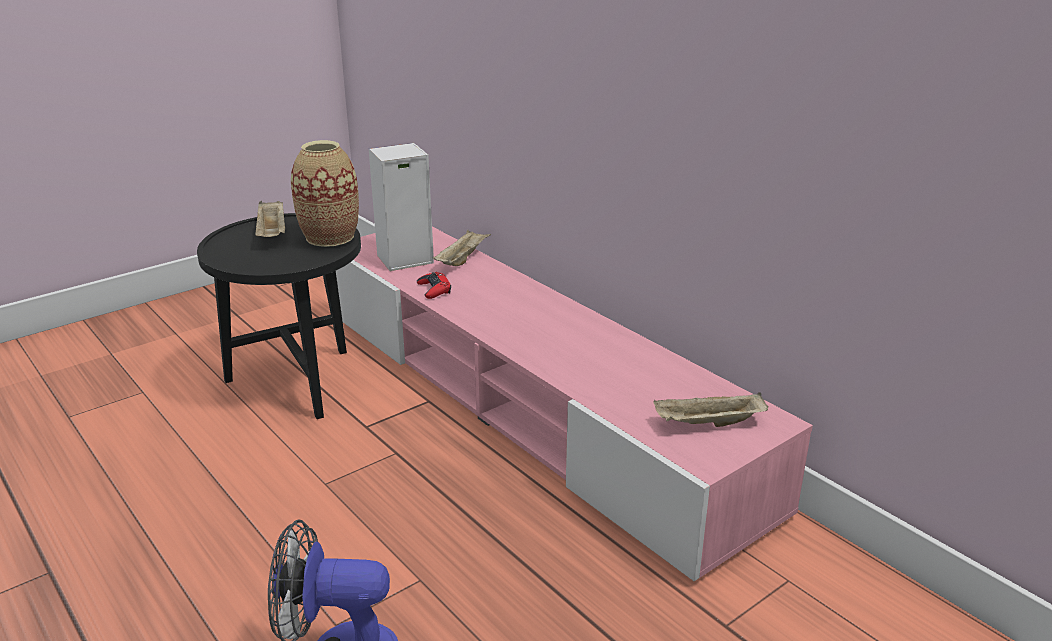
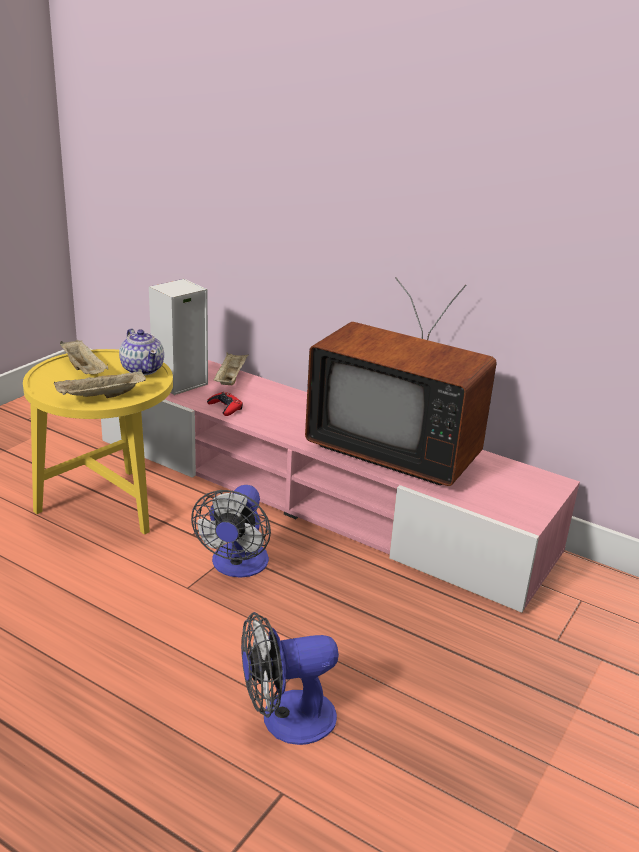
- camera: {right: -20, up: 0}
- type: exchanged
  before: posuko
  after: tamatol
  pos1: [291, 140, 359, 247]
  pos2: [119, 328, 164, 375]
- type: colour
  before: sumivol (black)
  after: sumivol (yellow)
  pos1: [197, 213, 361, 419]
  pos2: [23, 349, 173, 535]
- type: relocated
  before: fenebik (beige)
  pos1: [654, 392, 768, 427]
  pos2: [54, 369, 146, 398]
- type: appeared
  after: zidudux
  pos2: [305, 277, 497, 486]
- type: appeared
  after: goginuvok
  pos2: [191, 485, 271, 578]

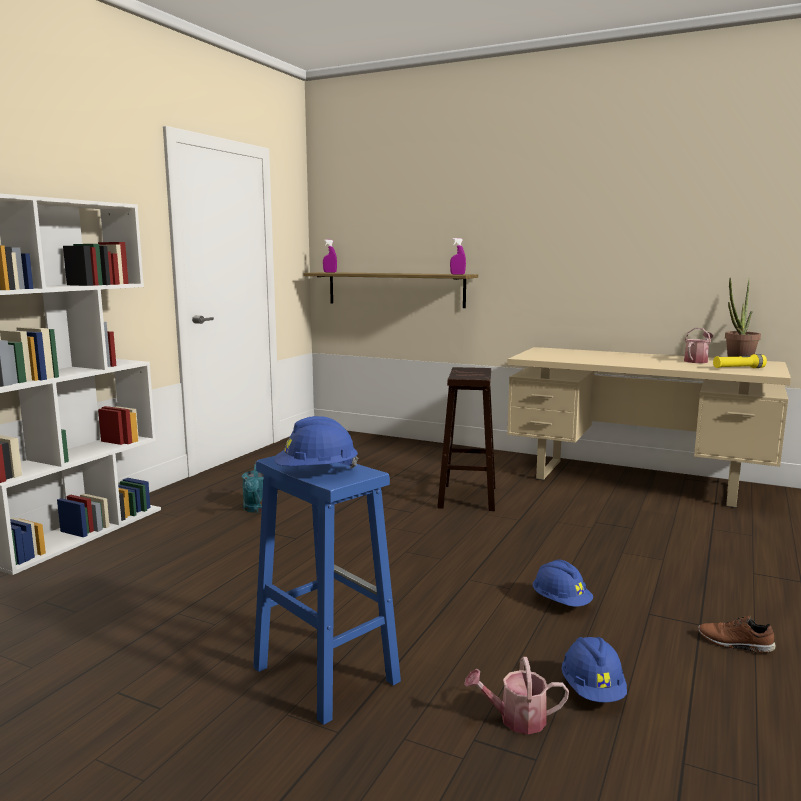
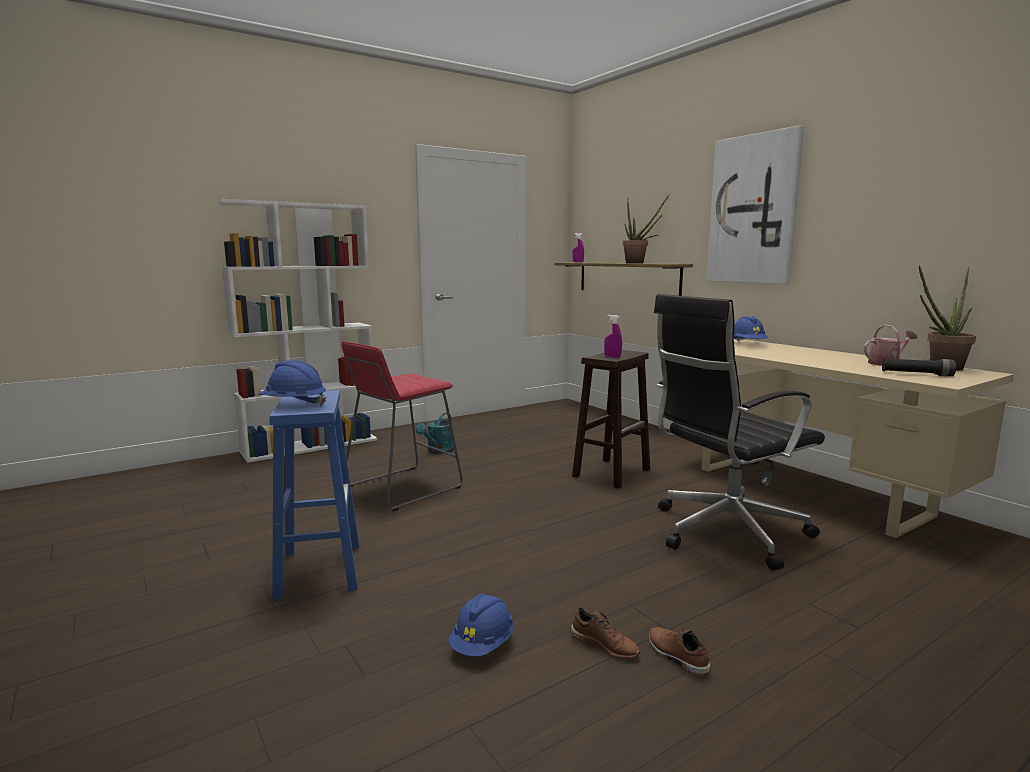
- camera: {right: 30, up: 0}
- type: relocated
  before: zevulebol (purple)
  pos1: [450, 238, 466, 275]
  pos2: [604, 315, 622, 358]
- type: colour
  before: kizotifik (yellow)
  after: kizotifik (black)
  pos1: [713, 354, 767, 368]
  pos2: [882, 358, 956, 376]
- type: relocated
  before: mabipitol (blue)
  pos1: [533, 560, 593, 607]
  pos2: [734, 316, 768, 341]
- type: missing
  before: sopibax
  pos1: [464, 657, 569, 735]
- type: appeared
  after: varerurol
  pos2: [706, 125, 804, 284]
- type: appeared
  after: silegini
  pos2: [623, 194, 670, 263]
- type: appeared
  after: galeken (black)
  pos2: [654, 294, 825, 571]
- type: appeared
  after: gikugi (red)
  pos2: [341, 341, 463, 511]
- type: appeared
  after: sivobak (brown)
  pos2: [570, 607, 640, 659]

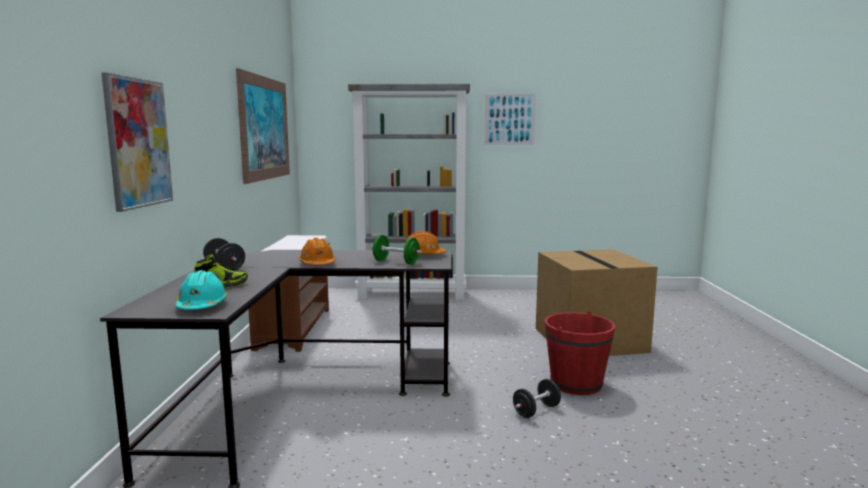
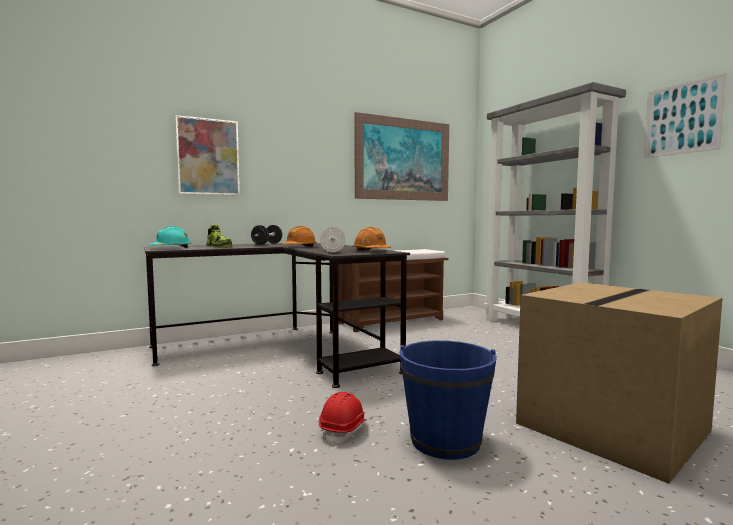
- camera: {right: 60, up: -5}
- type: colour
  before: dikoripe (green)
  after: dikoripe (white)
  pos1: [371, 235, 422, 265]
  pos2: [320, 226, 346, 252]
- type: colour
  before: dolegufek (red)
  after: dolegufek (blue)
  pos1: [545, 311, 615, 395]
  pos2: [399, 341, 497, 460]
- type: exchanged
  before: dikoripe (black)
  after: mabipitol (red)
  pos1: [513, 379, 561, 418]
  pos2: [318, 392, 366, 445]

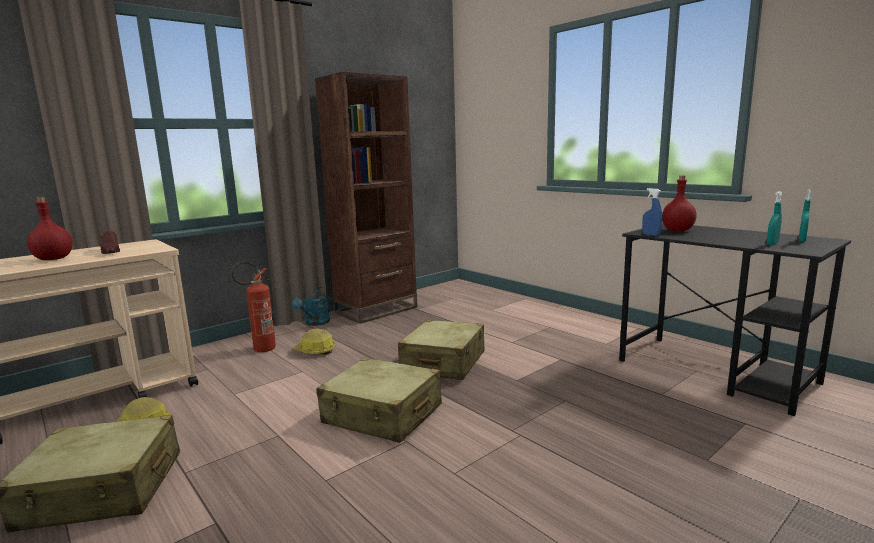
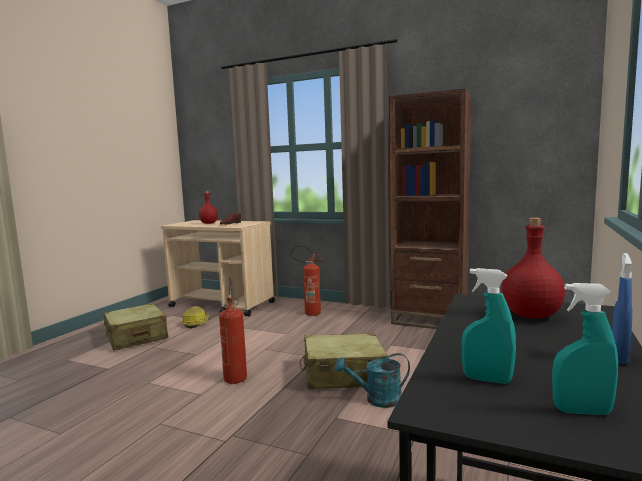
- camera: {right: 65, up: -5}
- type: relocated
  before: zevulebol (blue)
  pos1: [642, 188, 662, 236]
  pos2: [612, 253, 632, 364]
- type: relocated
  before: sopibax (turquoise)
  pos1: [292, 287, 330, 326]
  pos2: [335, 353, 410, 408]
- type: missing
  before: mabipitol
  pos1: [292, 329, 335, 355]
- type: exchanged
  before: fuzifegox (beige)
  after: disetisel
  pos1: [316, 357, 442, 443]
  pos2: [219, 277, 247, 384]

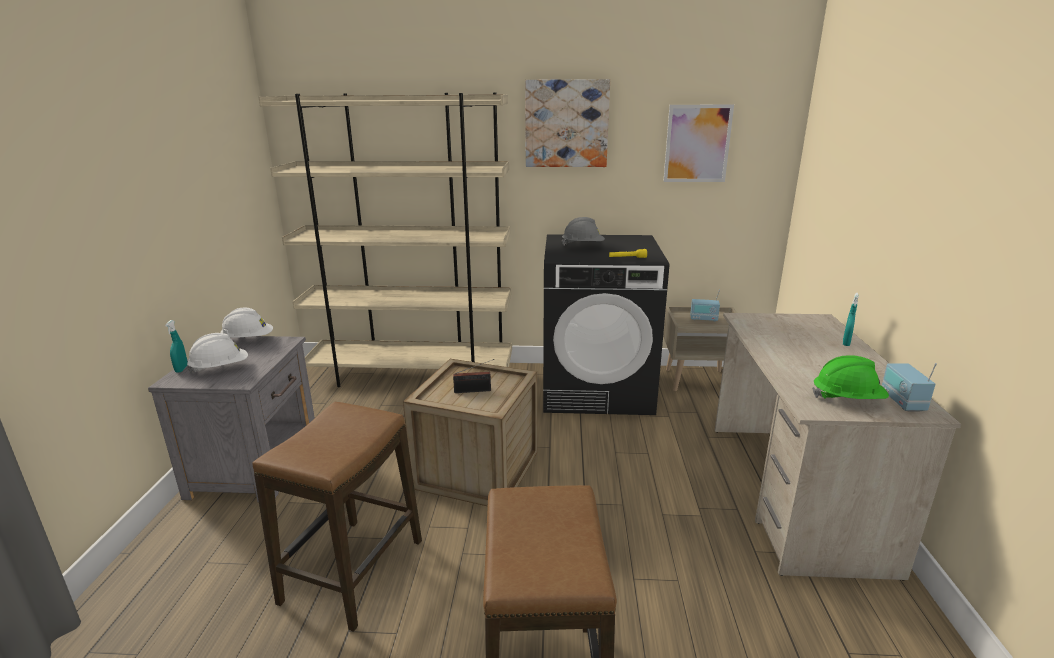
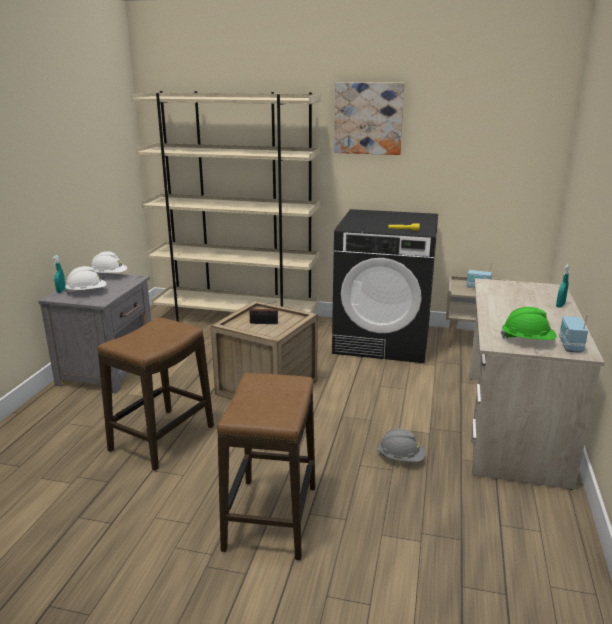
- camera: {right: 10, up: 0}
- type: missing
  before: varerurol
  pos1: [663, 104, 734, 182]
- type: relocated
  before: mabipitol (grey)
  pos1: [561, 217, 605, 246]
  pos2: [377, 428, 425, 462]

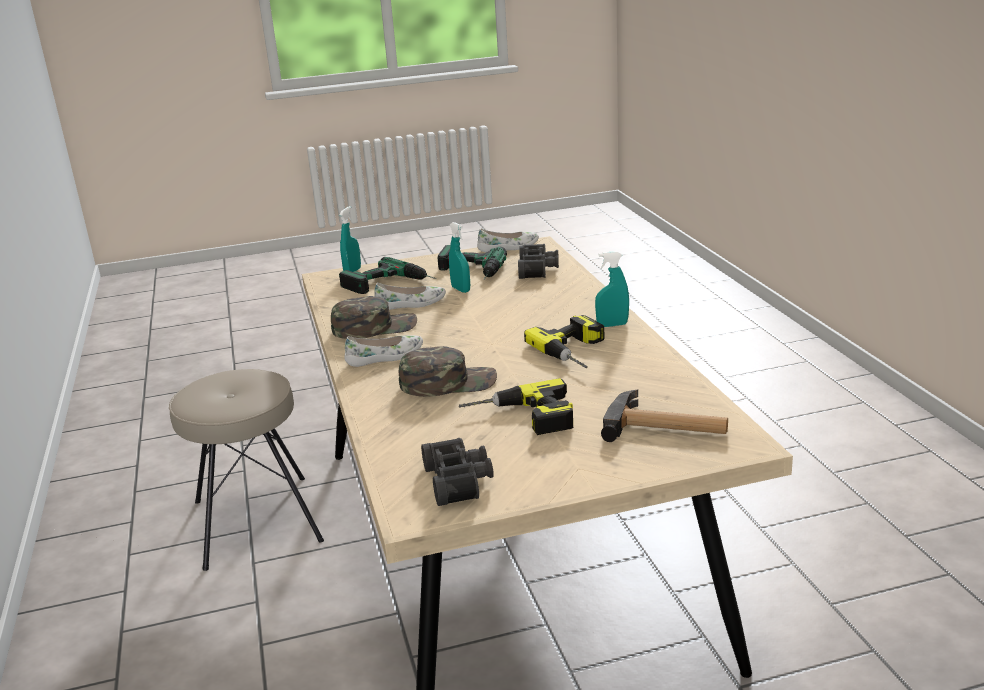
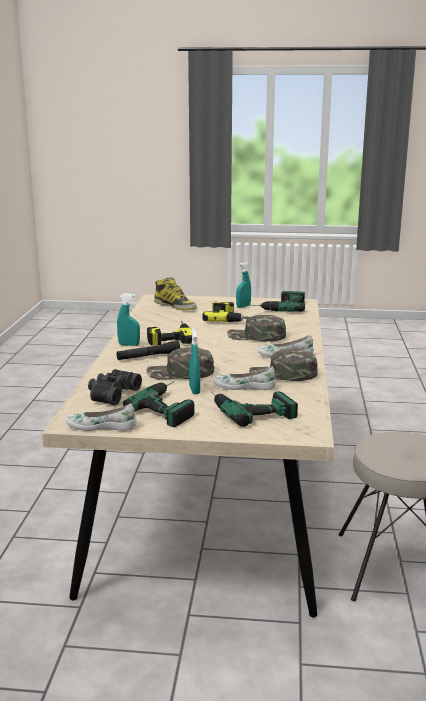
- camera: {right: -160, up: -5}
- type: relocated
  before: zevulebol (turquoise)
  pos1: [339, 206, 361, 272]
  pos2: [236, 262, 251, 308]
- type: exchanged
  before: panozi
  after: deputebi
  pos1: [601, 390, 728, 442]
  pos2: [154, 277, 197, 310]
- type: exchanged
  before: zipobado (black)
  after: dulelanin
  pos1: [421, 438, 494, 506]
  pos2: [251, 291, 305, 312]
- type: appeared
  after: kizotifik (black)
  pos2: [117, 341, 180, 360]
- type: appeared
  after: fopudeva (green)
  pos2: [147, 347, 214, 380]

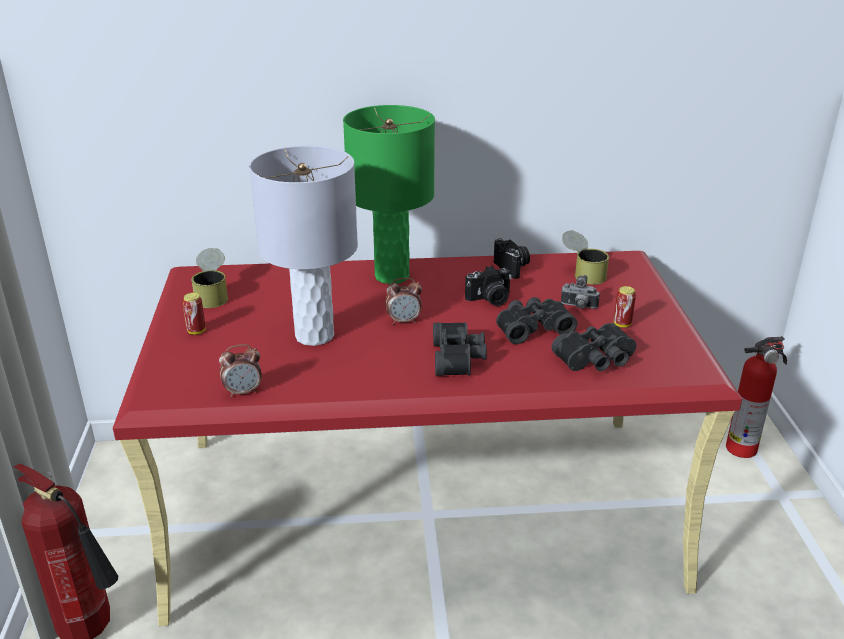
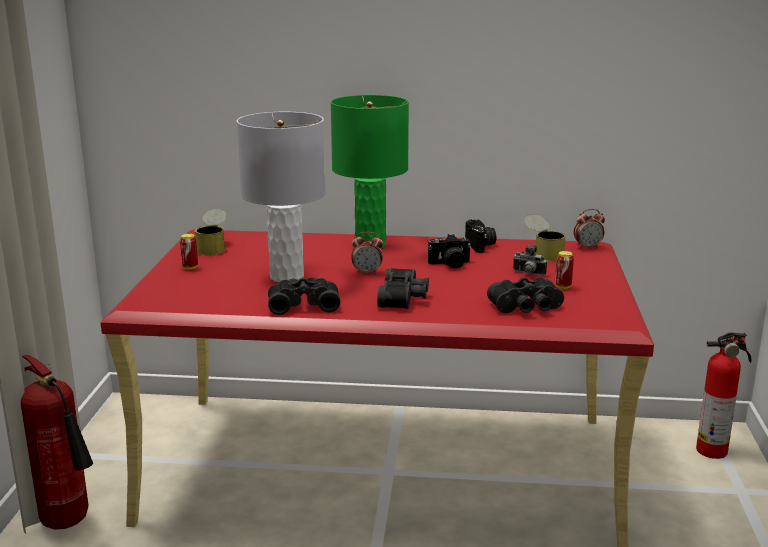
- camera: {right: 10, up: -10}
- type: relocated
  before: zipobado (black)
  pos1: [496, 297, 578, 344]
  pos2: [268, 278, 340, 315]
- type: relocated
  before: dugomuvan
  pos1: [219, 344, 262, 397]
  pos2: [574, 209, 605, 249]

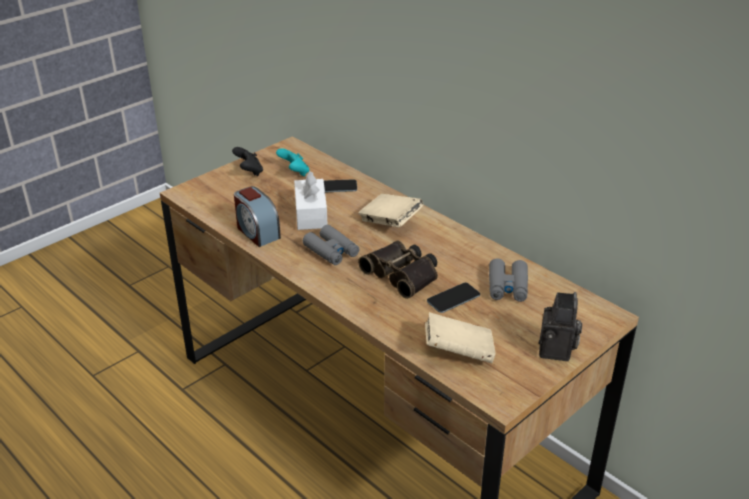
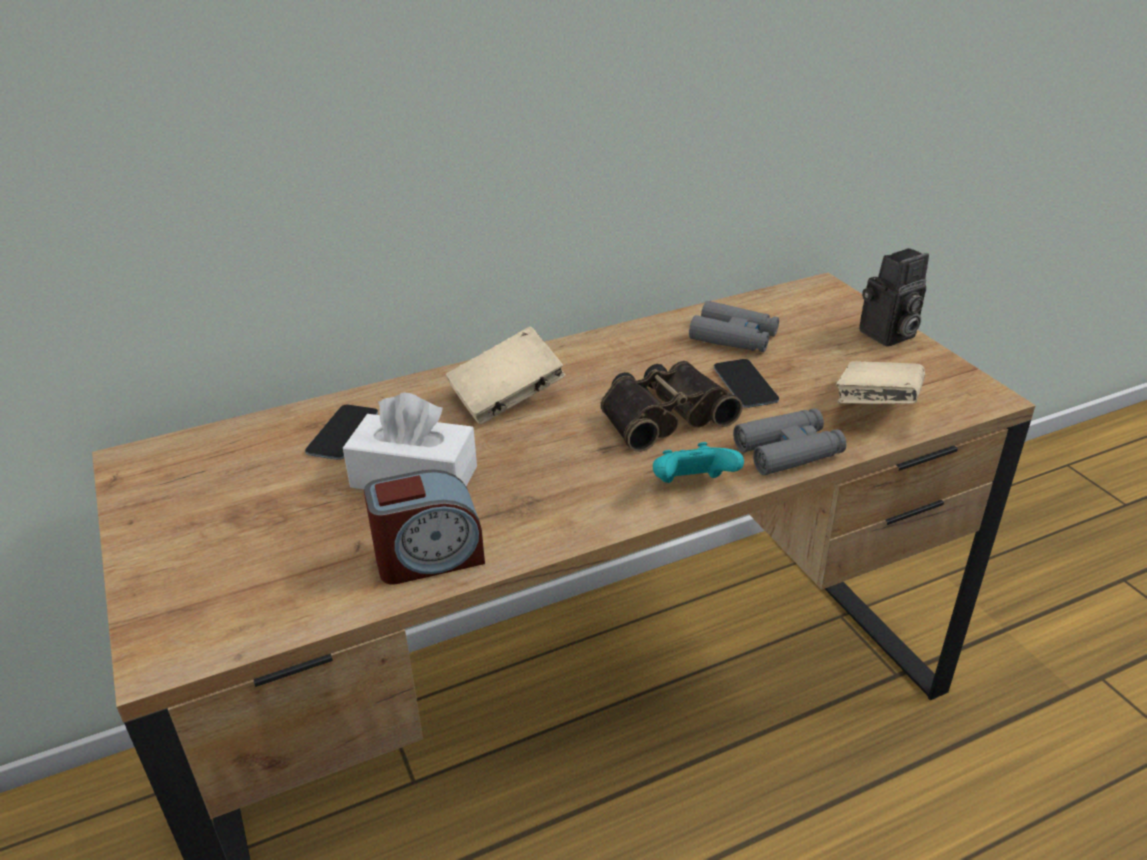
- camera: {right: -70, up: 0}
- type: missing
  before: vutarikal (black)
  pos1: [232, 147, 263, 176]
- type: relocated
  before: vutarikal (turquoise)
  pos1: [276, 148, 310, 176]
  pos2: [653, 442, 744, 483]
- type: relocated
  before: zipobado (grey)
  pos1: [303, 225, 359, 265]
  pos2: [733, 408, 847, 475]
- type: spun
  before: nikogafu
  pos1: [539, 292, 582, 361]
  pos2: [859, 248, 929, 347]
  turn: 120

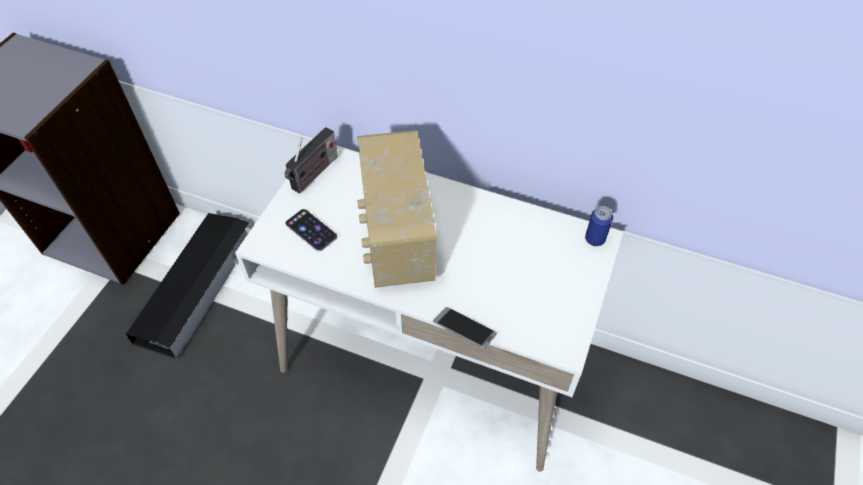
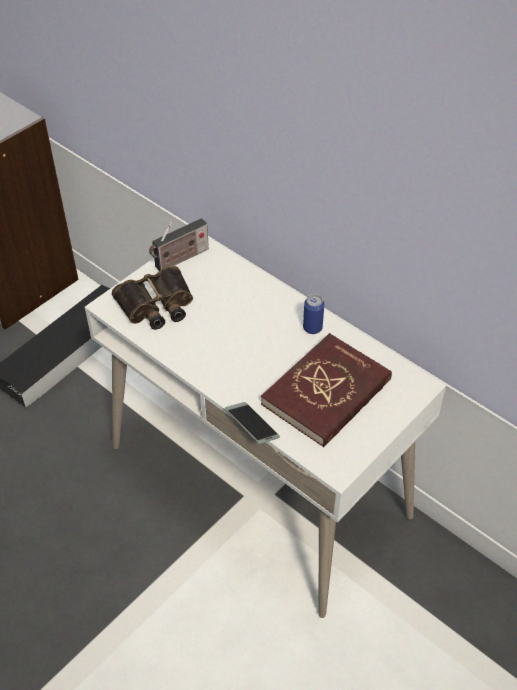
- camera: {right: 20, up: -5}
- type: missing
  before: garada
  pos1: [357, 130, 436, 288]
- type: relocated
  before: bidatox
  pos1: [585, 206, 613, 246]
  pos2: [303, 294, 324, 334]
- type: exchanged
  before: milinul
  after: zipobado
  pos1: [285, 209, 337, 252]
  pos2: [112, 266, 193, 330]
- type: appeared
  after: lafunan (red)
  pos2: [261, 333, 392, 447]

